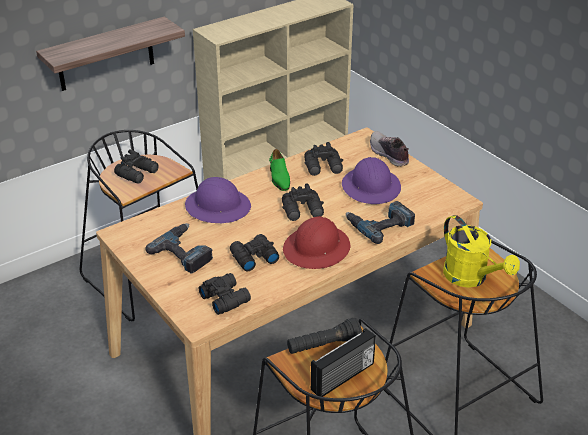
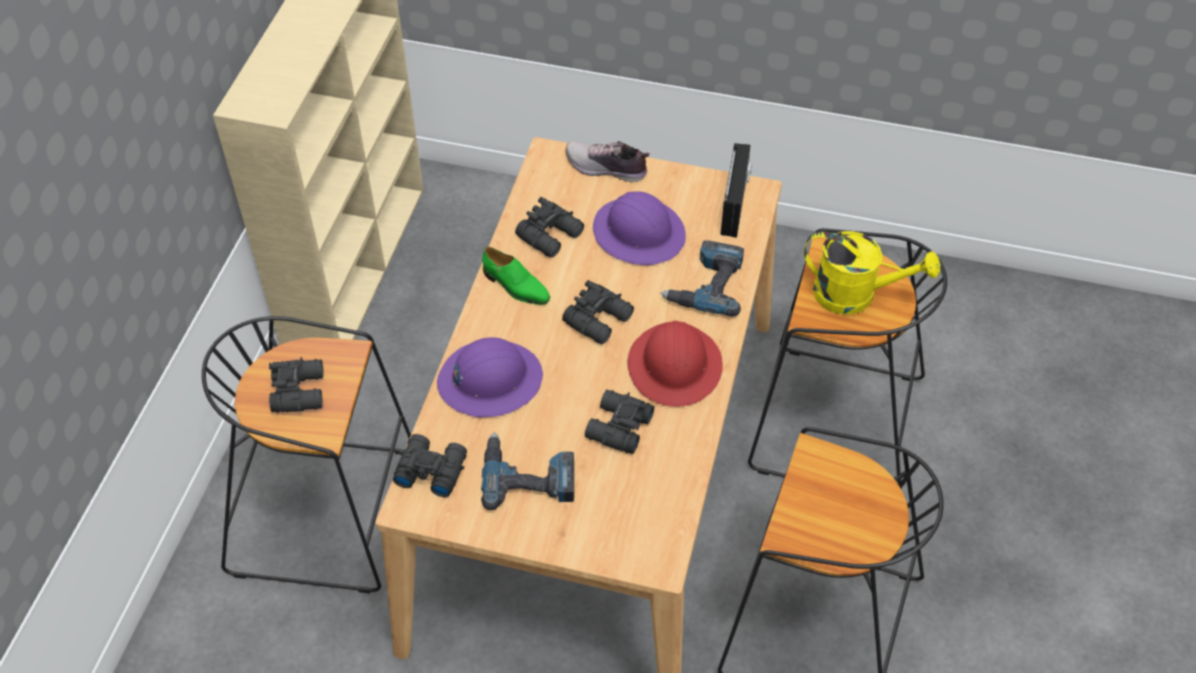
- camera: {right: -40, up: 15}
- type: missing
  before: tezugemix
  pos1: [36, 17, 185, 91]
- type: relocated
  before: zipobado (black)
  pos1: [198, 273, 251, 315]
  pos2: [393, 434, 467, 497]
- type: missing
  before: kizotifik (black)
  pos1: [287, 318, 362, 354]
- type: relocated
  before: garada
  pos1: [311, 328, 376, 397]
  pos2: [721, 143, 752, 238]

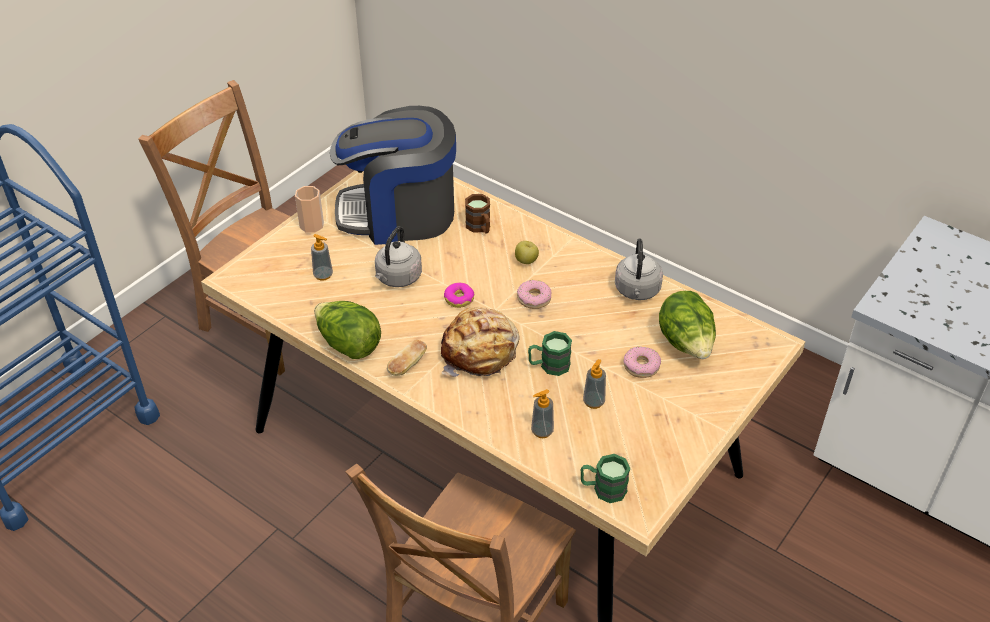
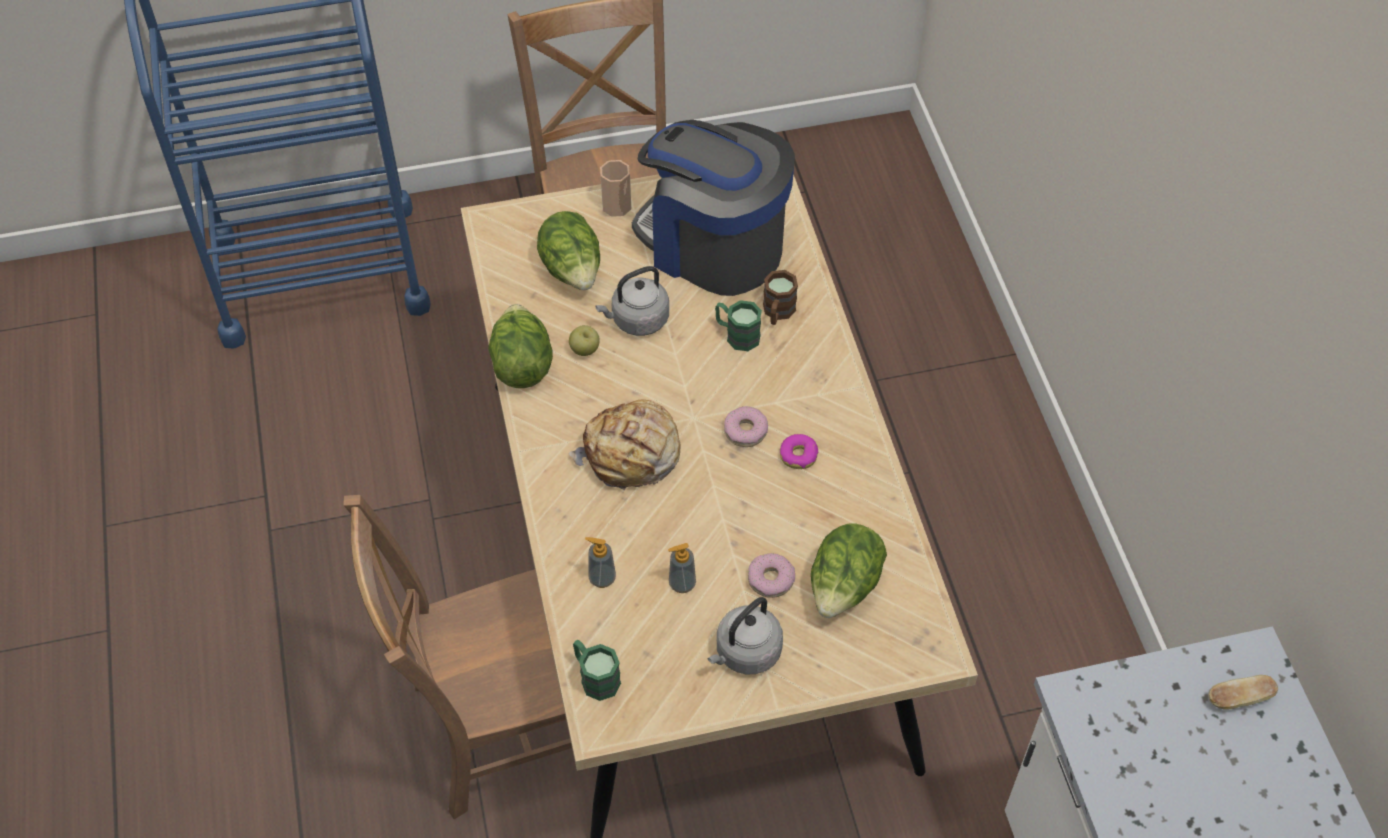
- camera: {right: 40, up: 10}
- type: exchanged
  before: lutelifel
  after: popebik
  pos1: [311, 234, 333, 281]
  pos2: [537, 211, 600, 290]
- type: relocated
  before: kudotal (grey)
  pos1: [615, 238, 663, 300]
  pos2: [708, 597, 783, 674]
- type: relocated
  before: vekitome
  pos1: [515, 241, 539, 264]
  pos2: [569, 325, 600, 356]
- type: relocated
  before: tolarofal
  pos1: [444, 283, 475, 308]
  pos2: [780, 434, 818, 469]
- type: relocated
  before: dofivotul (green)
  pos1: [528, 331, 572, 376]
  pos2: [715, 300, 762, 351]
- type: relocated
  before: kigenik
  pos1: [387, 340, 427, 376]
  pos2: [1208, 675, 1278, 710]

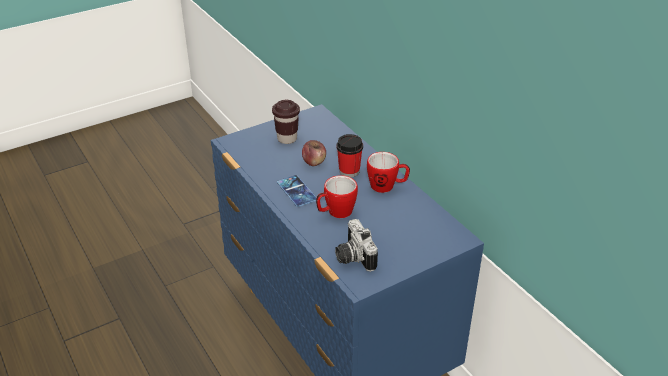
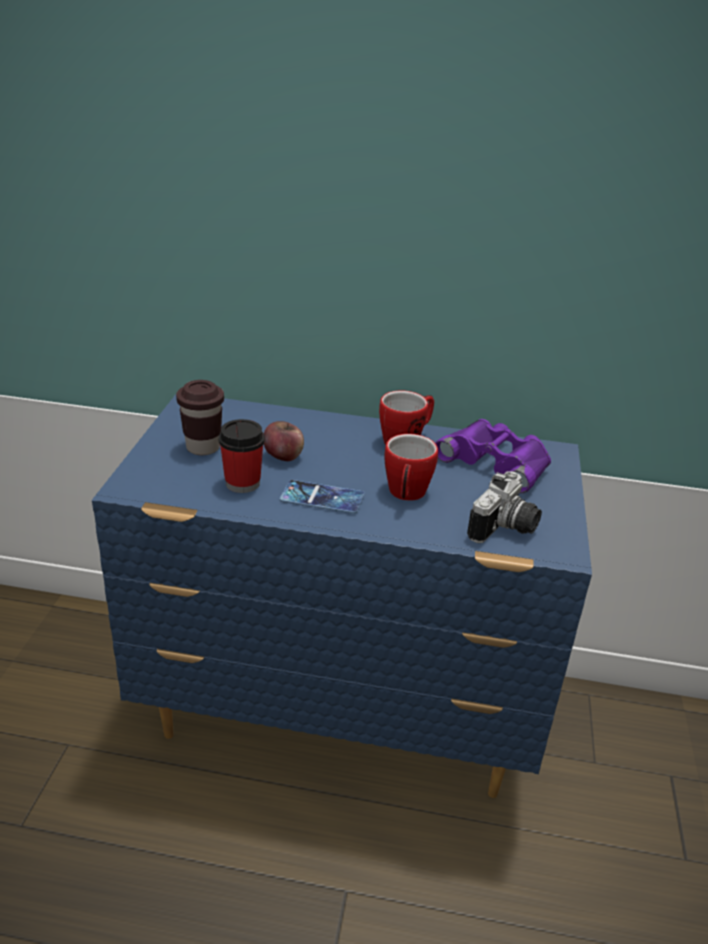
- camera: {right: -50, up: -5}
- type: relocated
  before: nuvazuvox
  pos1: [336, 134, 363, 177]
  pos2: [219, 419, 265, 493]
- type: spun
  before: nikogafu
  pos1: [335, 219, 378, 272]
  pos2: [467, 471, 542, 543]
  turn: -75
- type: appeared
  after: zipobado (purple)
  pos2: [435, 419, 551, 493]

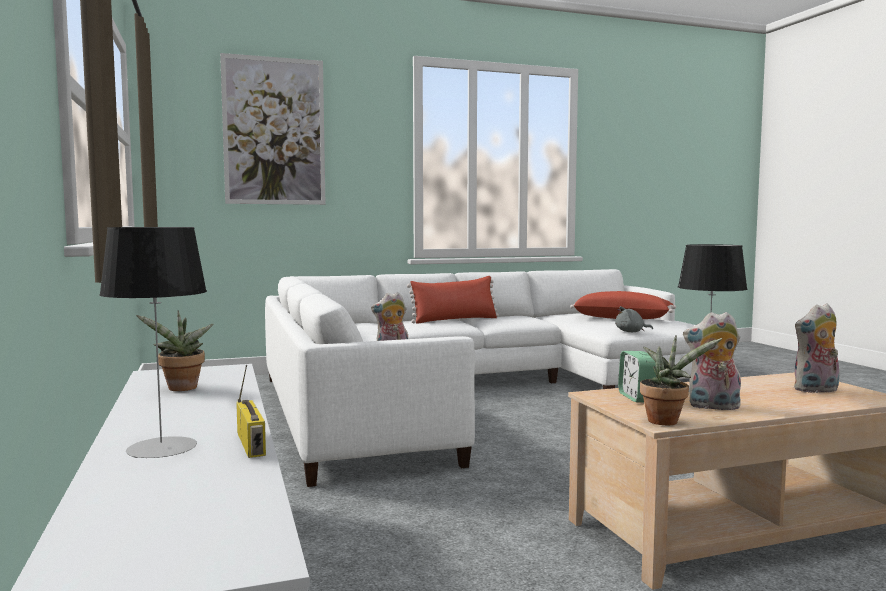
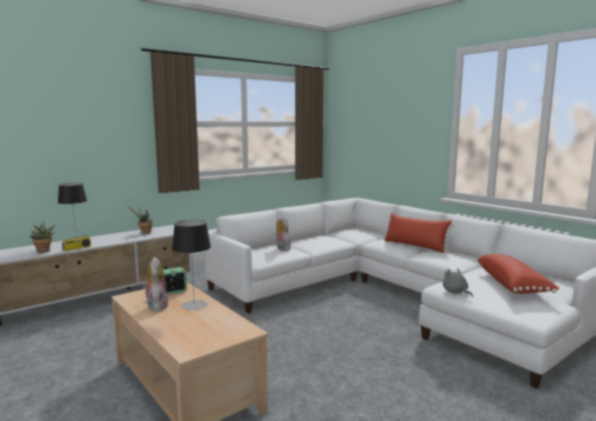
- camera: {right: 70, up: 5}
- type: missing
  before: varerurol
  pos1: [220, 53, 326, 205]
- type: missing
  before: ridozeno
  pos1: [794, 304, 839, 393]
- type: relocated
  before: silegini
  pos1: [640, 335, 722, 425]
  pos2: [30, 221, 55, 253]

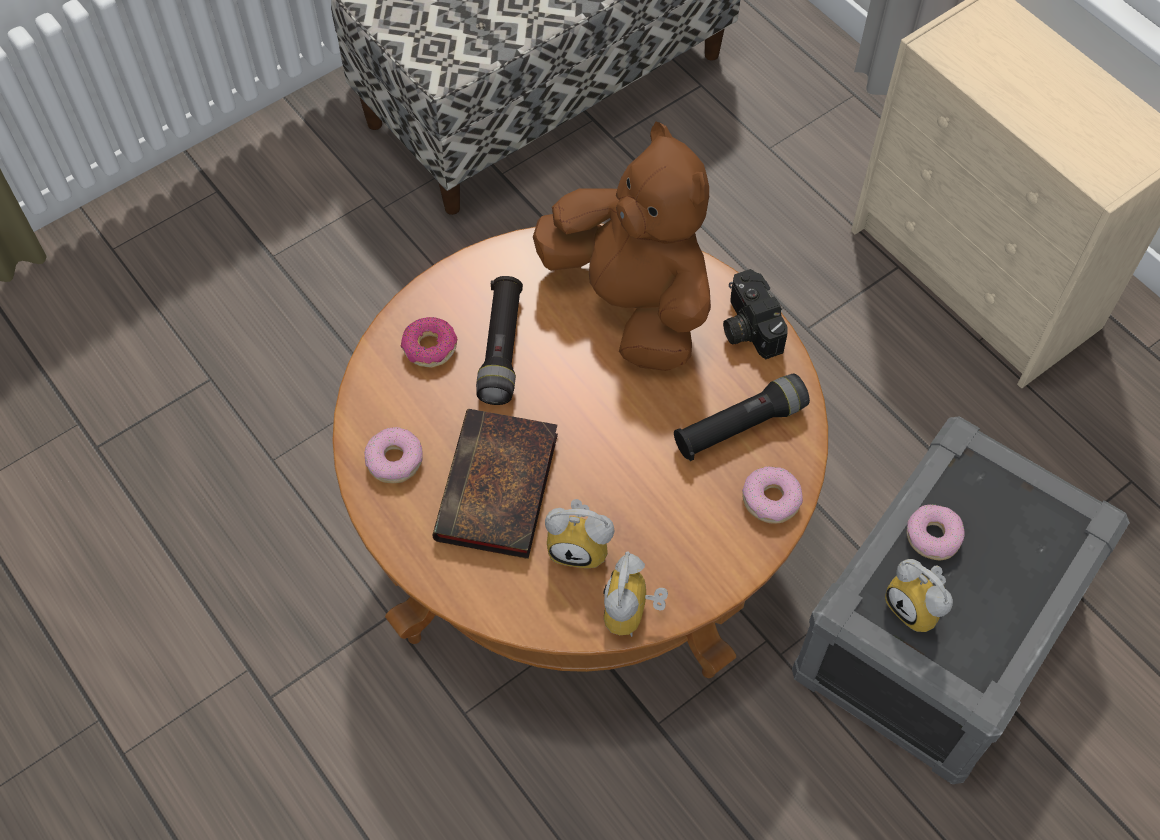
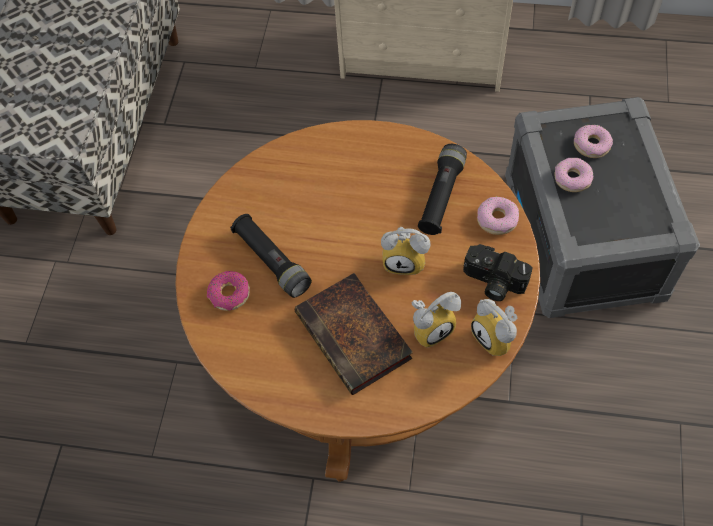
- camera: {right: -40, up: 0}
- type: missing
  before: ridozeno (brown)
  pos1: [533, 122, 711, 371]
- type: relocated
  before: nikogafu
  pos1: [723, 269, 788, 360]
  pos2: [463, 244, 533, 301]
- type: relocated
  before: tolarofal
  pos1: [365, 427, 423, 483]
  pos2: [574, 125, 613, 158]
- type: relocated
  before: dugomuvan
  pos1: [885, 559, 953, 632]
  pos2: [381, 227, 431, 275]

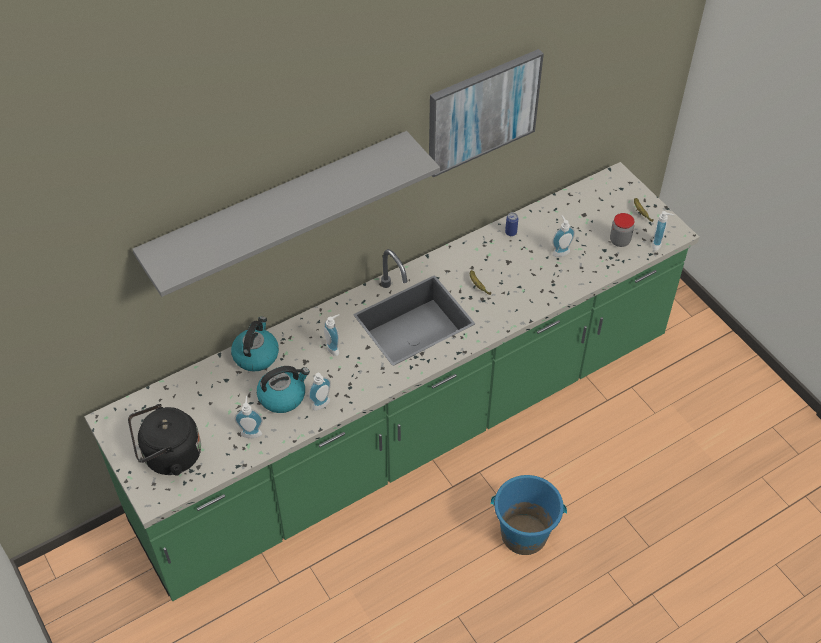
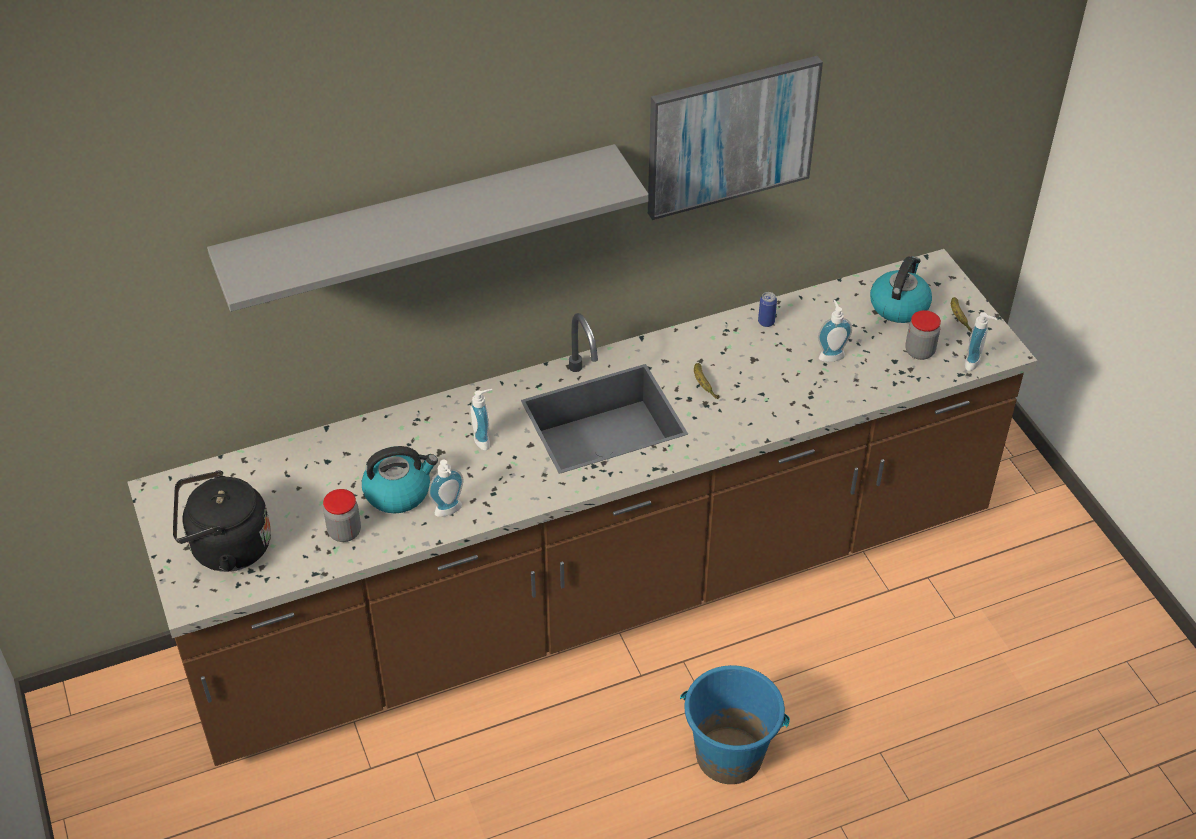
- camera: {right: 10, up: -5}
- type: colour
  before: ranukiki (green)
  after: ranukiki (brown)
  pos1: [84, 162, 700, 601]
  pos2: [127, 249, 1038, 766]
- type: relocated
  before: kudotal
  pos1: [231, 317, 279, 372]
  pos2: [870, 256, 932, 323]
- type: exchanged
  before: lutelifel
  after: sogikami
  pos1: [235, 396, 263, 438]
  pos2: [323, 489, 361, 542]

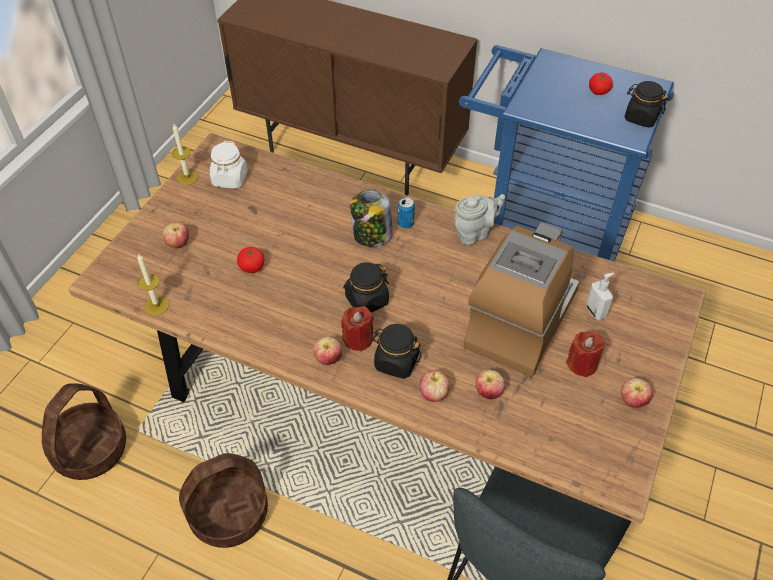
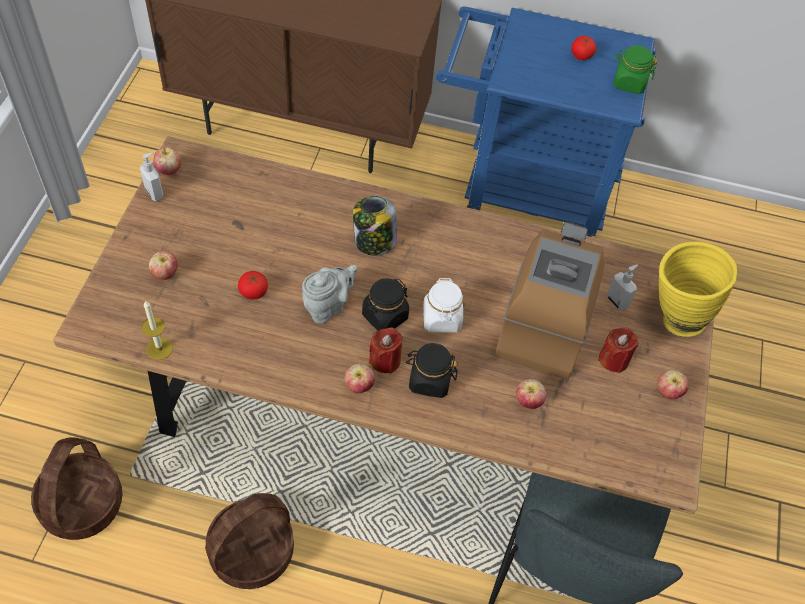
- camera: {right: -15, up: 5}
- type: colour
  before: sogikami (black)
  after: sogikami (green)
  pos1: [624, 81, 668, 127]
  pos2: [613, 45, 658, 94]
- type: exchanged
  before: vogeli
  after: lutelifel
  pos1: [172, 124, 198, 185]
  pos2: [140, 153, 163, 202]
- type: relocated
  before: sogikami (white)
  pos1: [210, 141, 248, 189]
  pos2: [423, 278, 463, 333]
- type: relocated
  before: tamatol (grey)
  pos1: [454, 194, 505, 245]
  pos2: [302, 265, 357, 324]
- type: missing
  before: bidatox
  pos1: [398, 197, 415, 229]
- type: relocated
  before: vekitome
  pos1: [420, 371, 450, 402]
  pos2: [154, 147, 181, 175]
- type: appeared
  after: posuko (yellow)
  pos2: [659, 242, 737, 337]

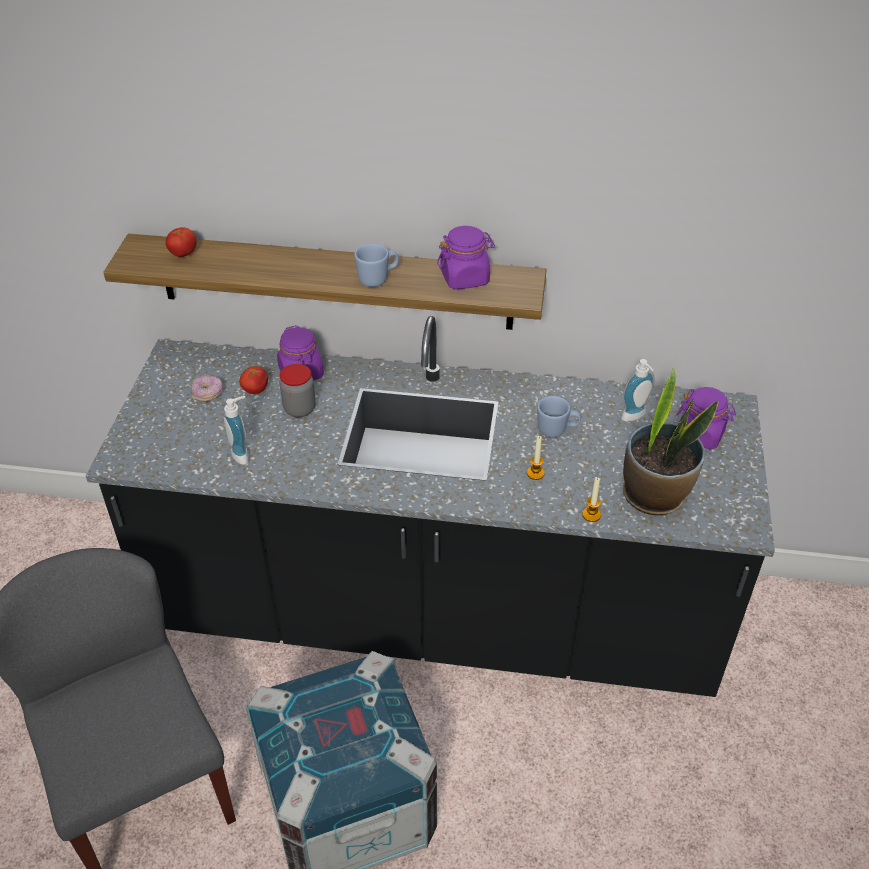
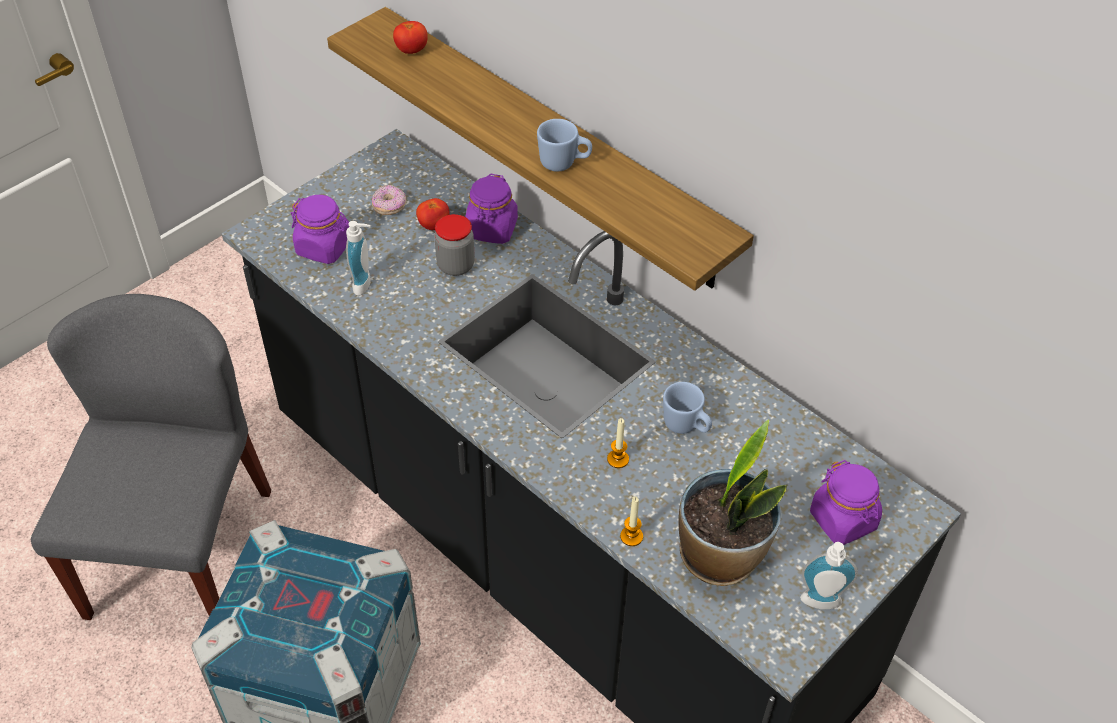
- camera: {right: 35, up: 5}
- type: relocated
  before: sogikami (purple)
  pos1: [437, 226, 495, 289]
  pos2: [291, 195, 349, 264]
- type: relocated
  before: lutelifel
  pos1: [621, 359, 655, 421]
  pos2: [800, 542, 858, 609]

